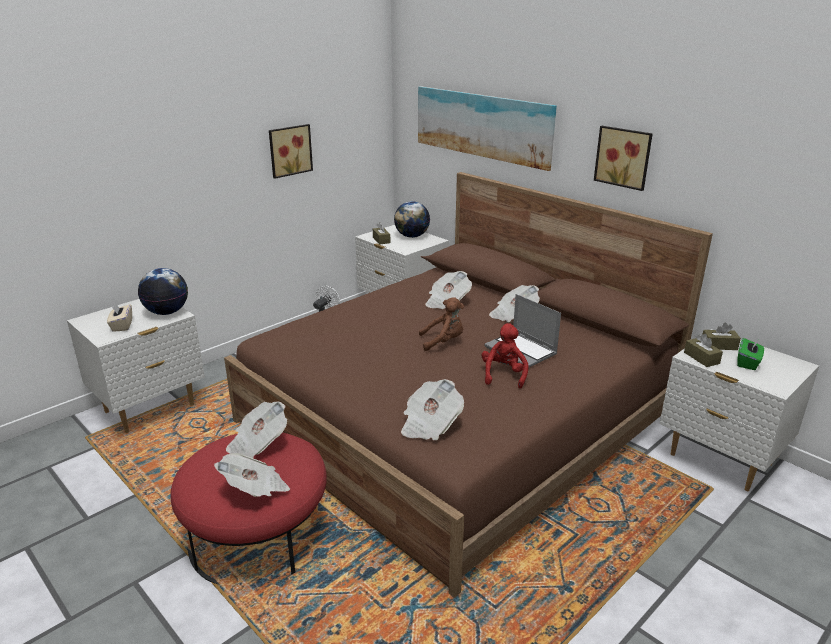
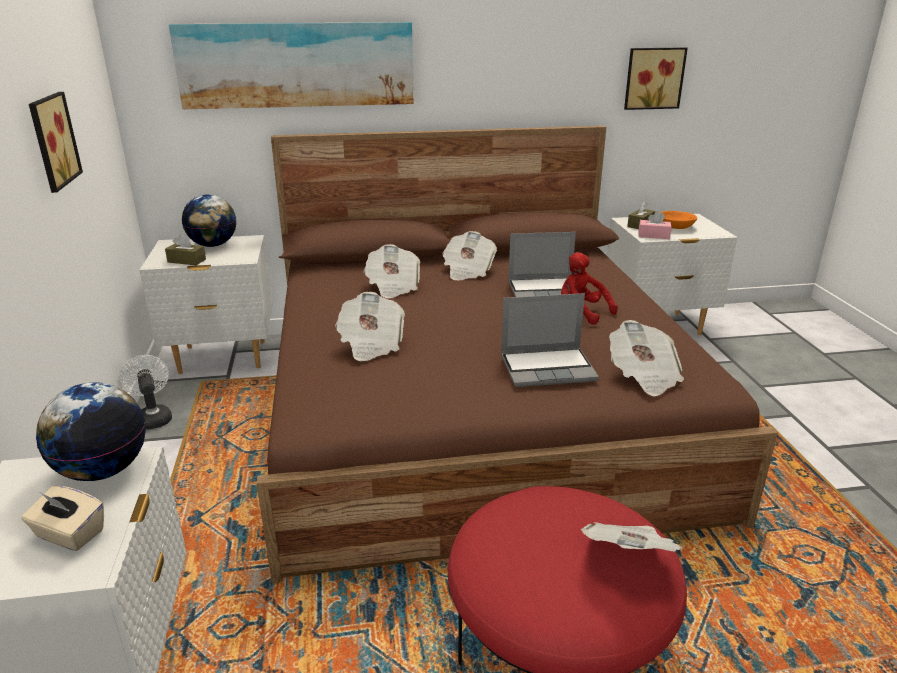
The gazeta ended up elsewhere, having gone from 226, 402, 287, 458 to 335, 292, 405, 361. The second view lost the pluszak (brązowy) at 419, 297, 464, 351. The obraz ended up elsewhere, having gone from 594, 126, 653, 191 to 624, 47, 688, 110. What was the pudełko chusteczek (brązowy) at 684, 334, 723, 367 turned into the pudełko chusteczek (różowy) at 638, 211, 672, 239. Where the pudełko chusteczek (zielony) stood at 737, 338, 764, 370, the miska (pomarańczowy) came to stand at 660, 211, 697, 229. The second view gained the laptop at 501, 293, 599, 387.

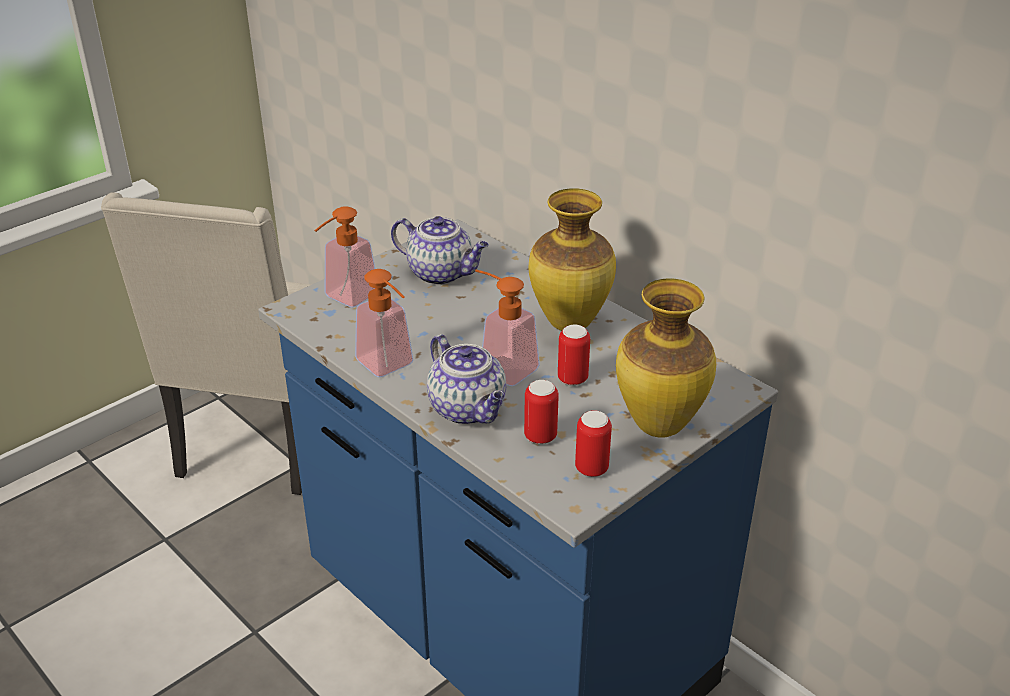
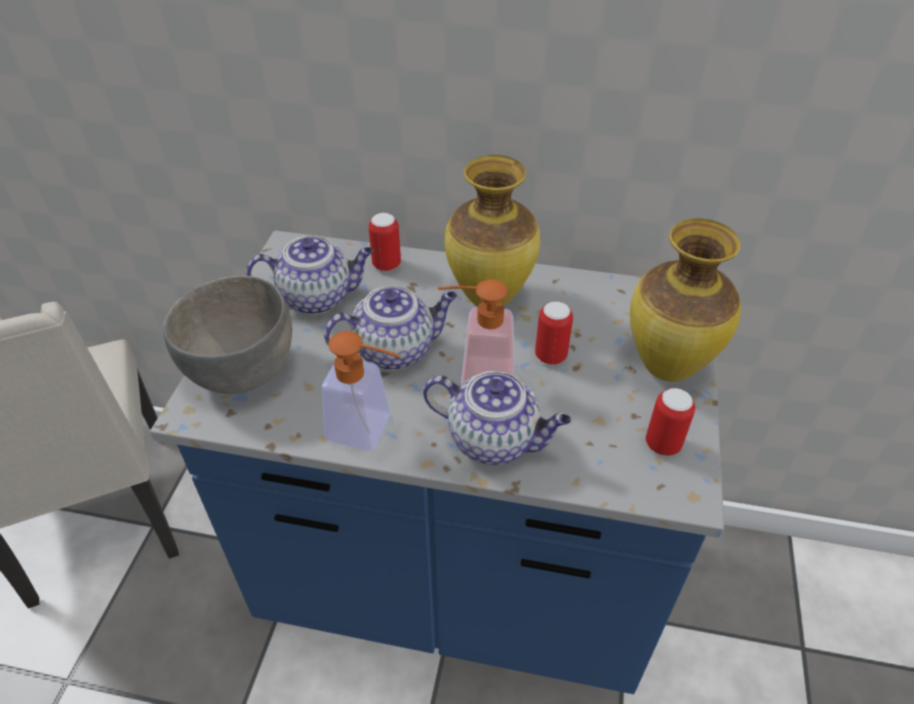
Where the dozownik mydła stood at 314, 206, 375, 307, the miska (szary) came to stand at 163, 275, 292, 394. The puszka ended up elsewhere, having gone from 524, 380, 559, 444 to 368, 213, 401, 271. The second view gained the imbryk at 324, 286, 457, 370.

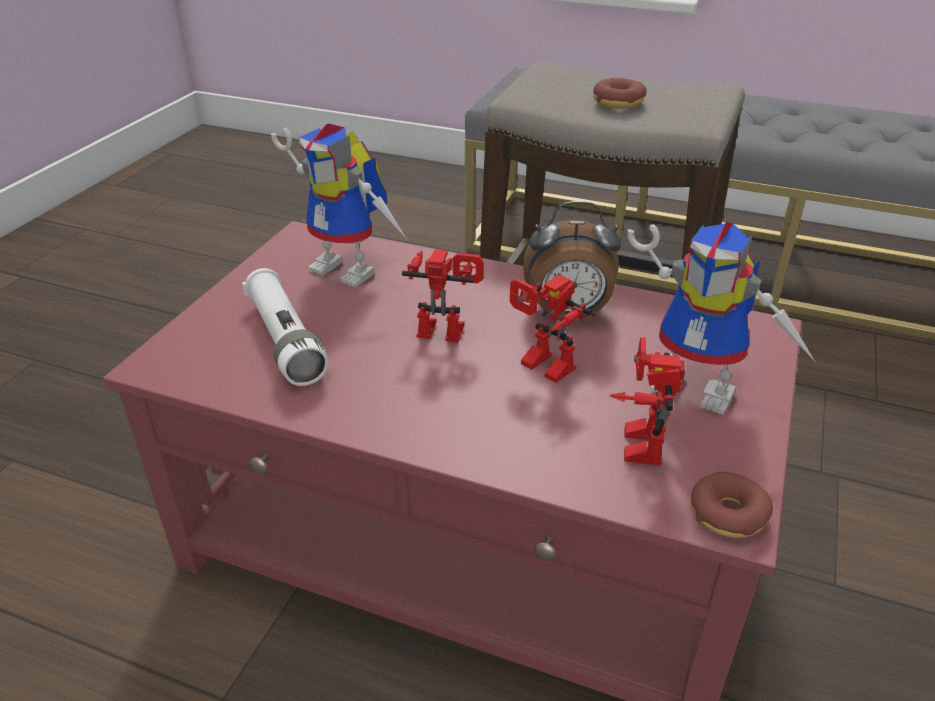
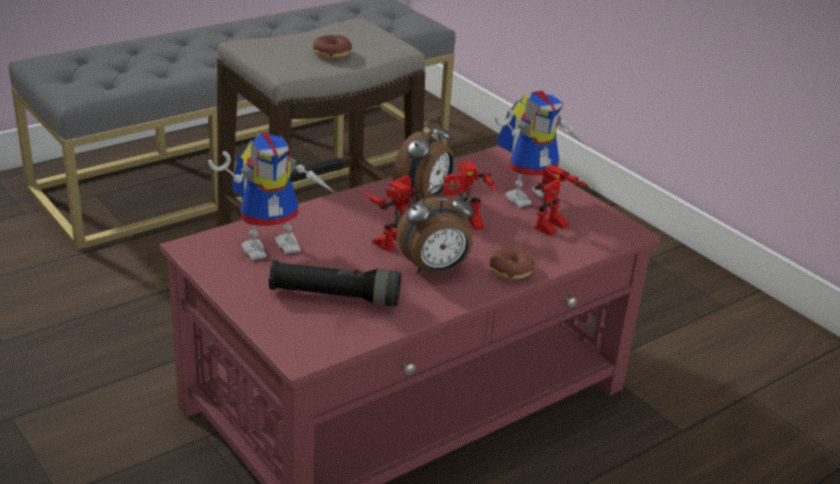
What was the latarka (biały) at 242, 268, 328, 386 turned into the latarka (czarny) at 269, 260, 401, 306. The robot zabawkowy at 609, 337, 685, 465 ended up facing another way, 90 degrees counterclockwise from before. The donut ended up elsewhere, having gone from 691, 472, 773, 538 to 490, 248, 535, 279. The second view gained the budzik at 396, 184, 475, 275.

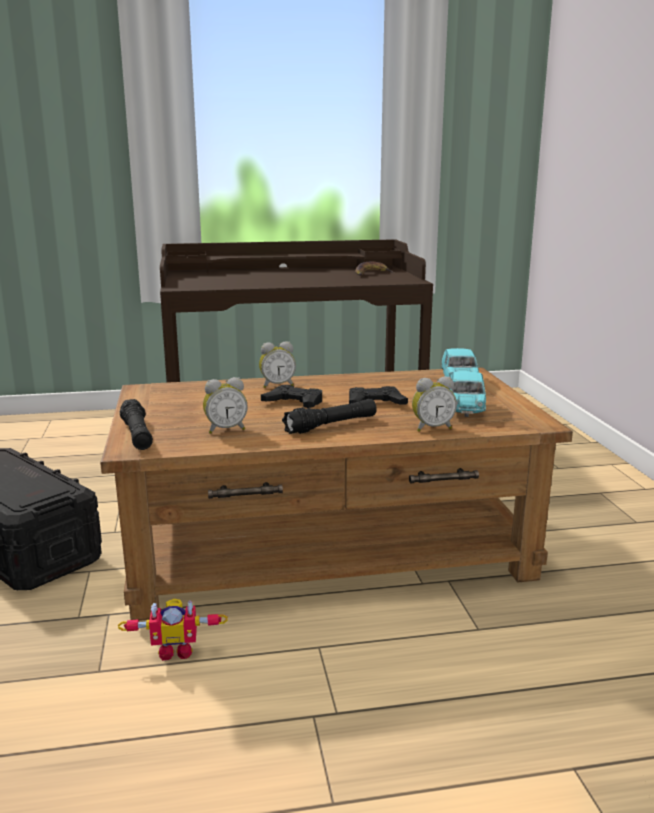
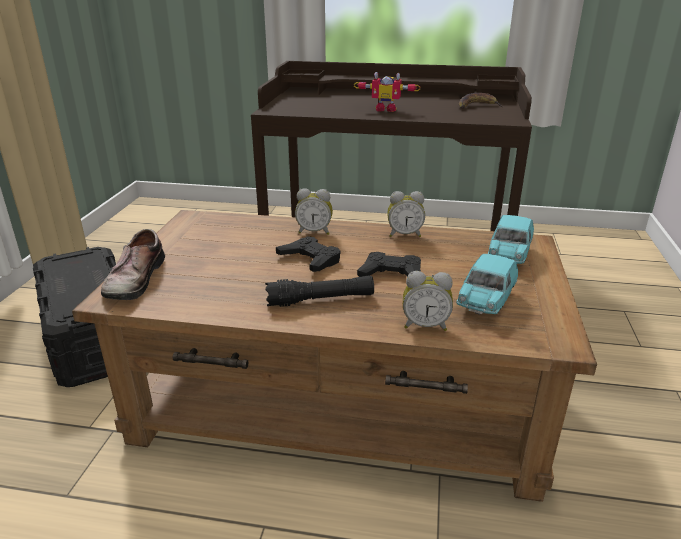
The robot zabawkowy ended up elsewhere, having gone from 118, 599, 228, 661 to 354, 72, 420, 112. Where the latarka (czarny) stood at 120, 399, 153, 450, the but came to stand at 101, 229, 165, 300. The budzik ended up elsewhere, having gone from 203, 377, 248, 434 to 387, 191, 425, 237.

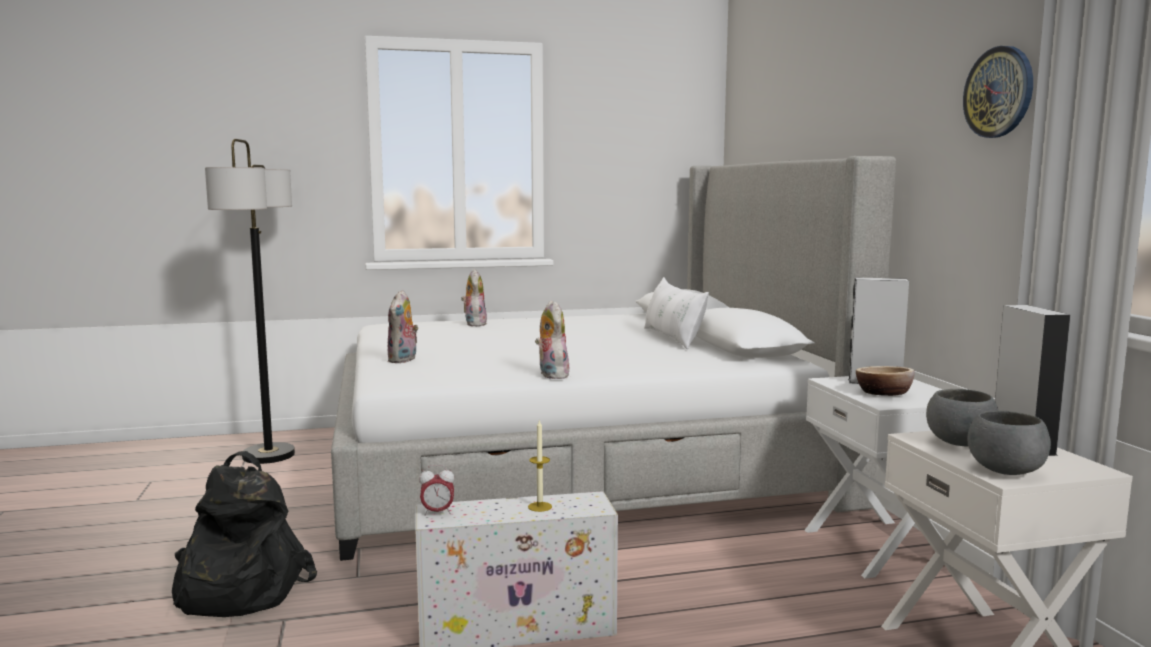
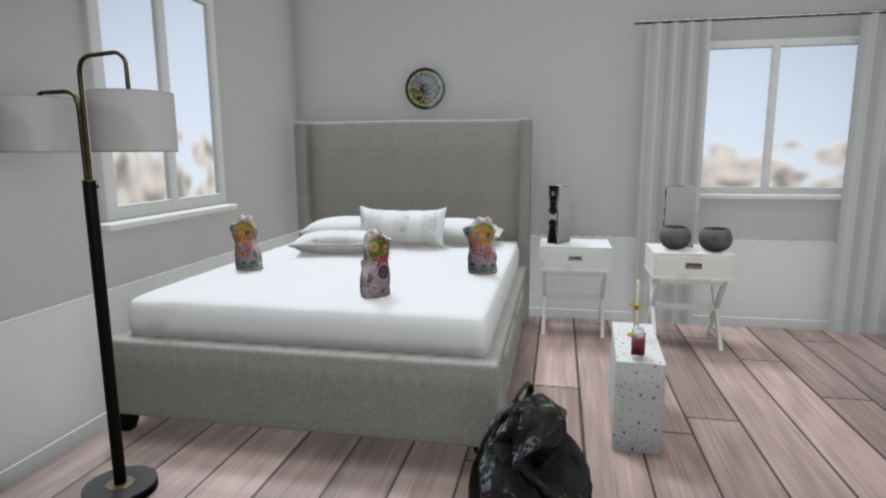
The pluszak at 387, 290, 419, 363 ended up facing another way, 90 degrees counterclockwise from before. The second view lost the miska at 856, 366, 915, 396. The zegar ścienny ended up elsewhere, having gone from 963, 46, 1033, 138 to 405, 68, 445, 109. The second view gained the poduszka (biały) at 287, 230, 391, 255.

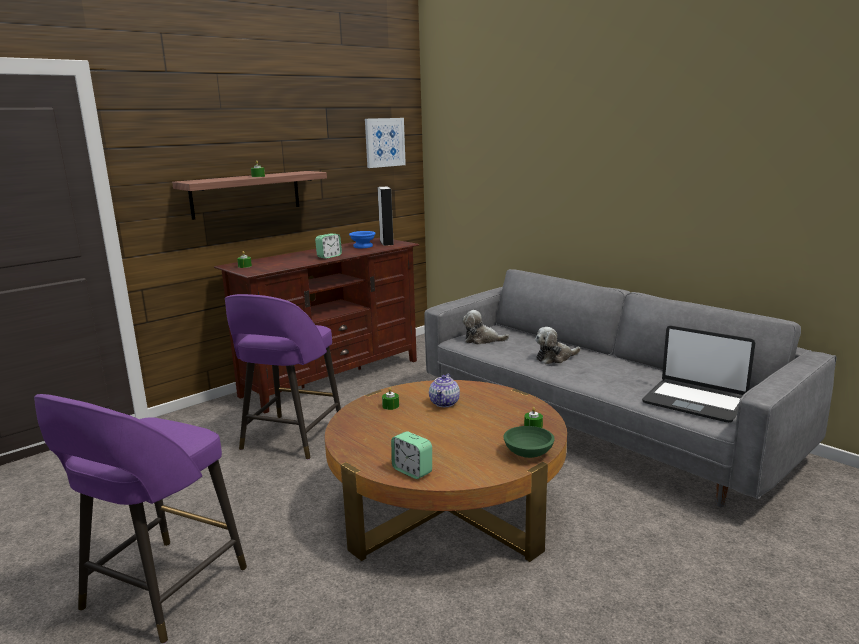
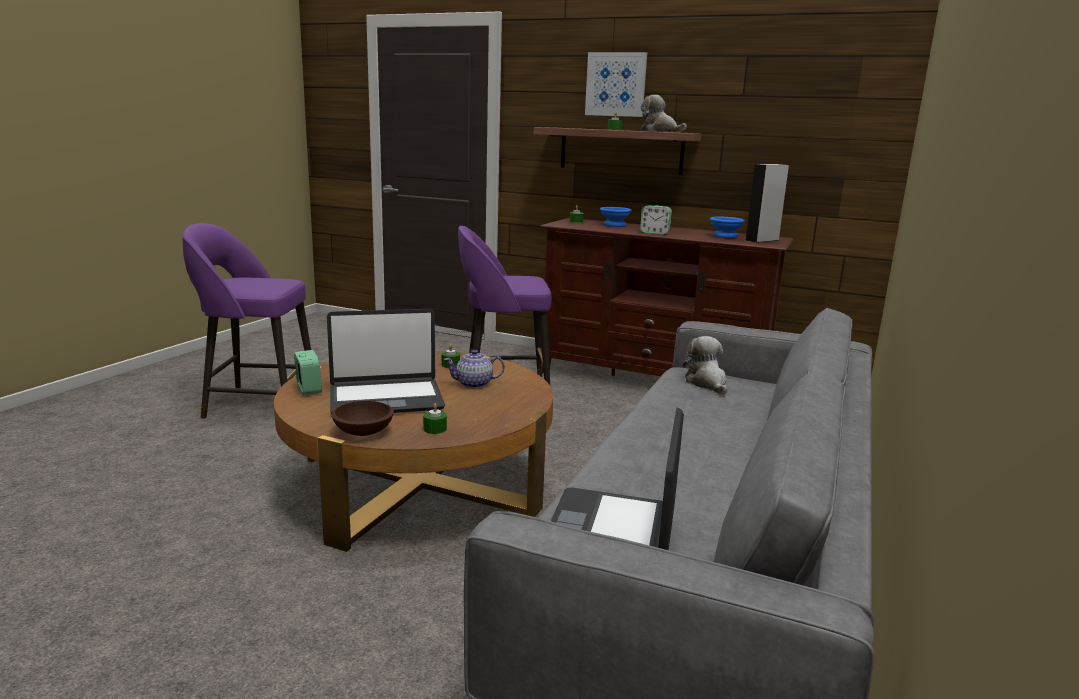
The obraz ended up elsewhere, having gone from 365, 118, 406, 168 to 585, 52, 647, 117. The budzik at 391, 431, 432, 479 ended up facing another way, 135 degrees clockwise from before. What was the miska (zielony) at 503, 426, 555, 458 turned into the miska (brązowy) at 331, 401, 394, 436. The pluszak ended up elsewhere, having gone from 535, 327, 581, 364 to 640, 95, 687, 132. The second view gained the laptop at 327, 309, 445, 414. The second view gained the miska (niebieski) at 600, 207, 632, 227.

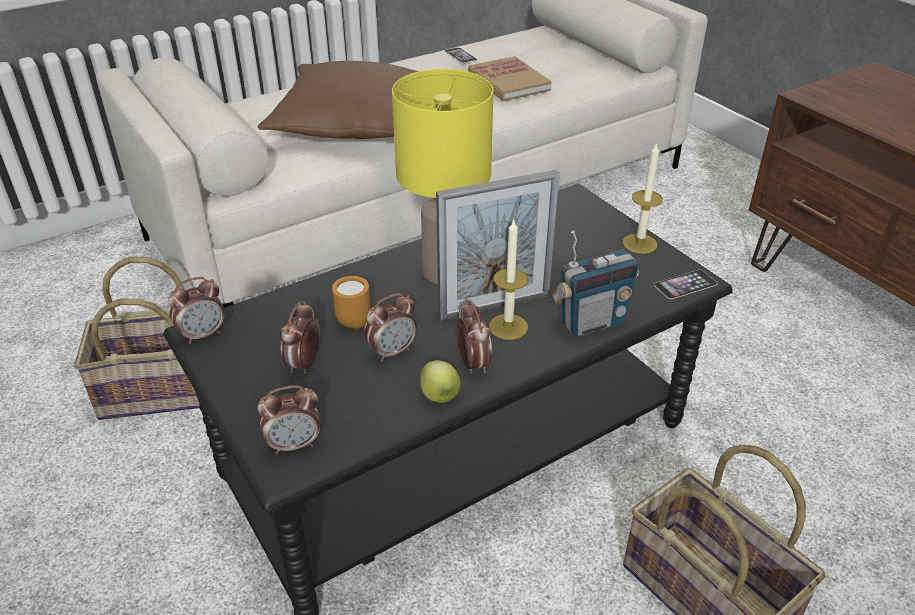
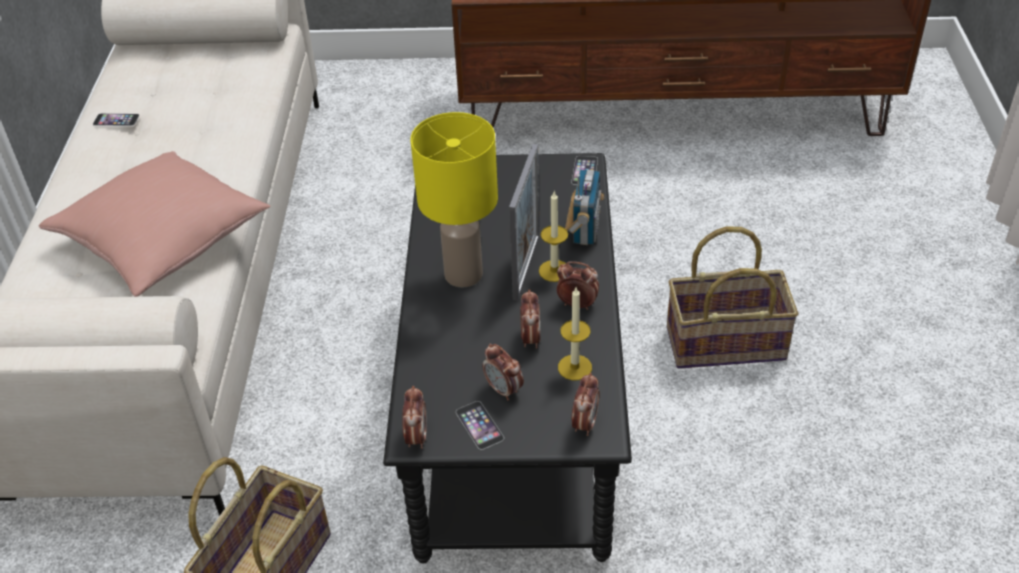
What was the poduszka (brązowy) at 257, 61, 419, 139 turned into the poduszka (różowy) at 39, 151, 271, 297. The second view lost the kubek (pomarańczowy) at 332, 276, 371, 329. The second view lost the jabłko at 420, 360, 461, 403. The second view lost the książka at 468, 56, 552, 101. The świeca ended up elsewhere, having gone from 623, 142, 663, 254 to 558, 287, 592, 380. The second view gained the telefon at 456, 401, 504, 450.

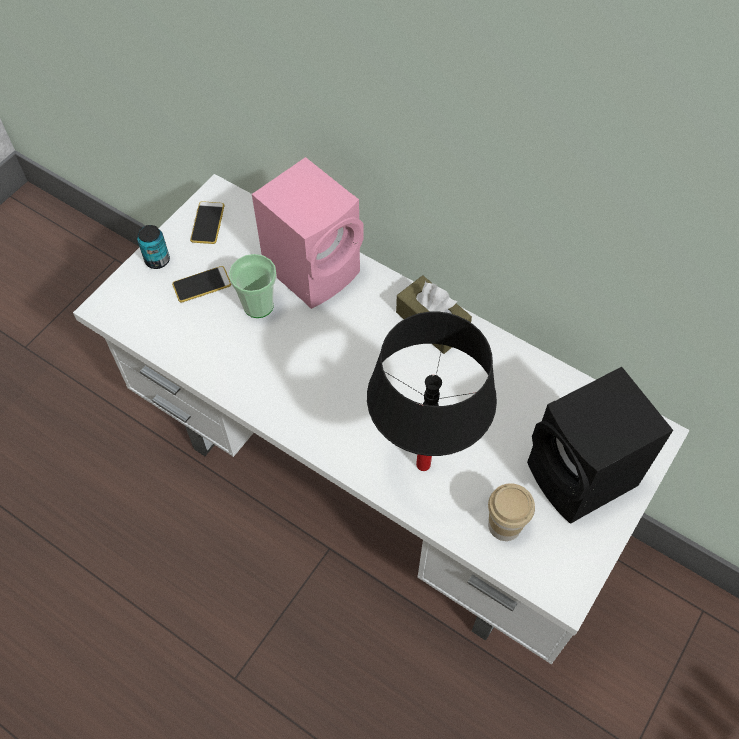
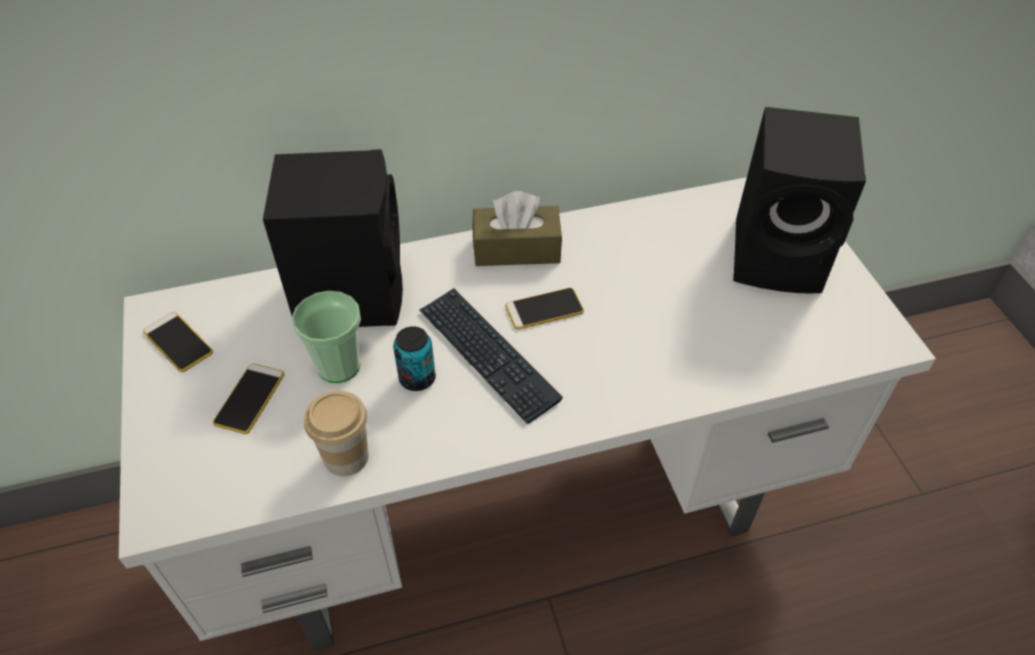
The puszka ended up elsewhere, having gone from 137, 225, 170, 269 to 393, 326, 436, 391. What was the głośnik (różowy) at 252, 157, 364, 309 turned into the głośnik (czarny) at 263, 149, 403, 327. The second view lost the lampa stołowa (czarny) at 367, 312, 497, 471. The filiżanka ended up elsewhere, having gone from 488, 483, 535, 541 to 304, 391, 369, 476. The second view gained the klawiatura at 420, 288, 563, 424. The second view gained the telefon at 505, 288, 584, 330.

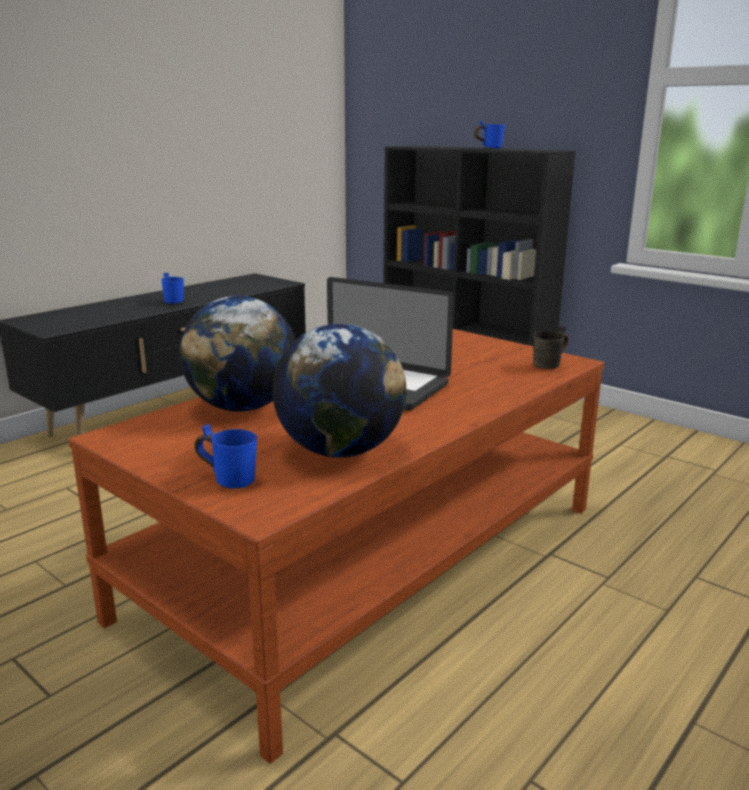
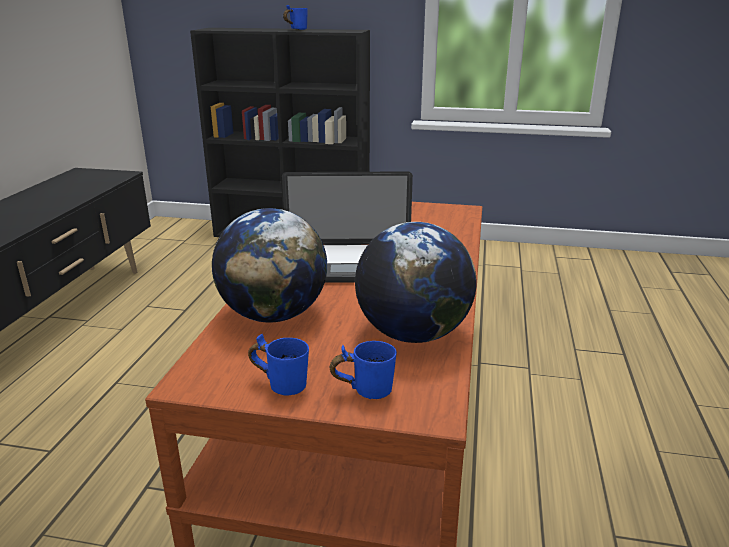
The kubek (niebieski) ended up elsewhere, having gone from 162, 273, 184, 304 to 248, 334, 309, 395. The second view lost the kubek (szary) at 533, 326, 568, 369.

